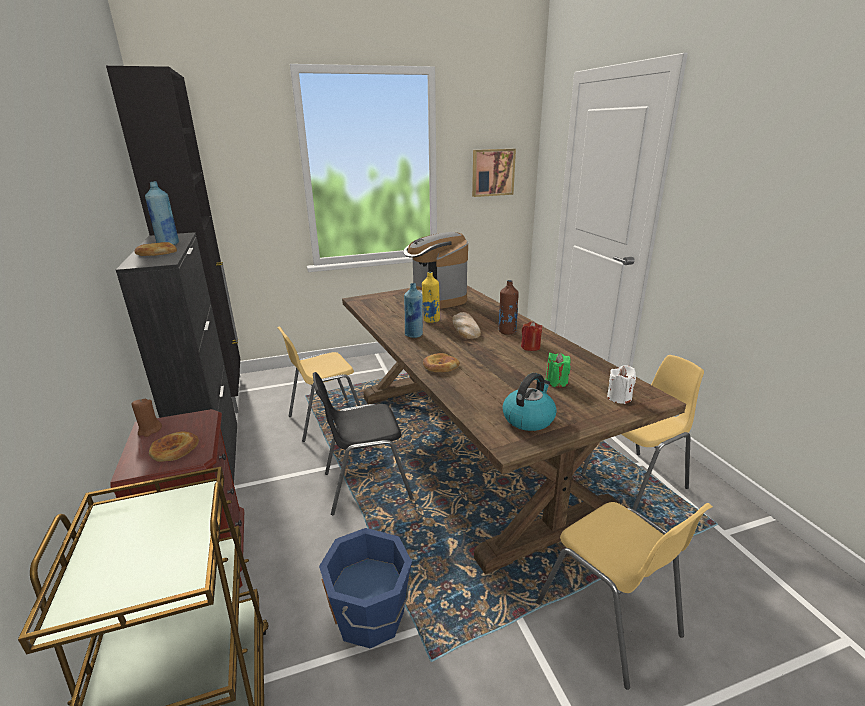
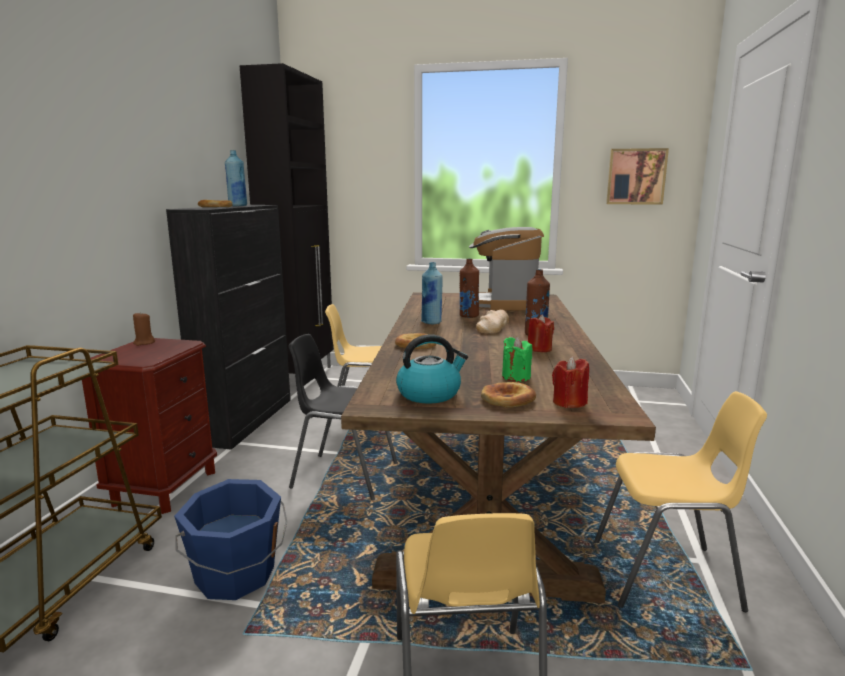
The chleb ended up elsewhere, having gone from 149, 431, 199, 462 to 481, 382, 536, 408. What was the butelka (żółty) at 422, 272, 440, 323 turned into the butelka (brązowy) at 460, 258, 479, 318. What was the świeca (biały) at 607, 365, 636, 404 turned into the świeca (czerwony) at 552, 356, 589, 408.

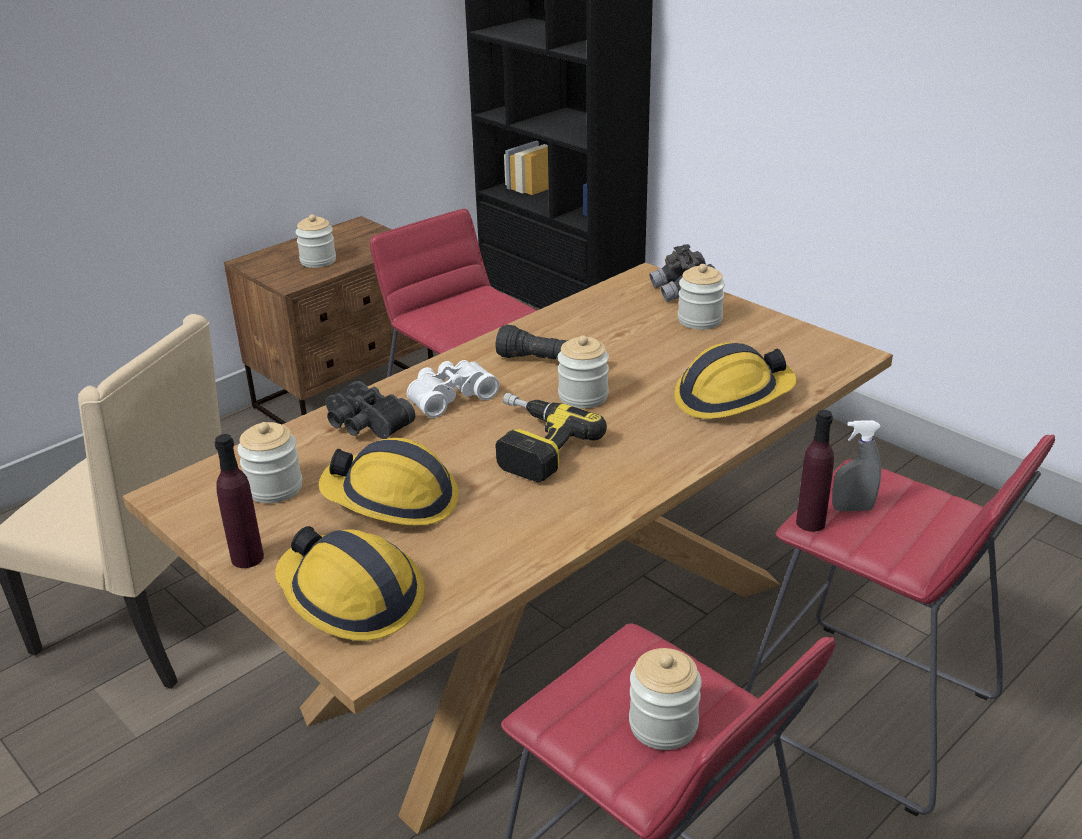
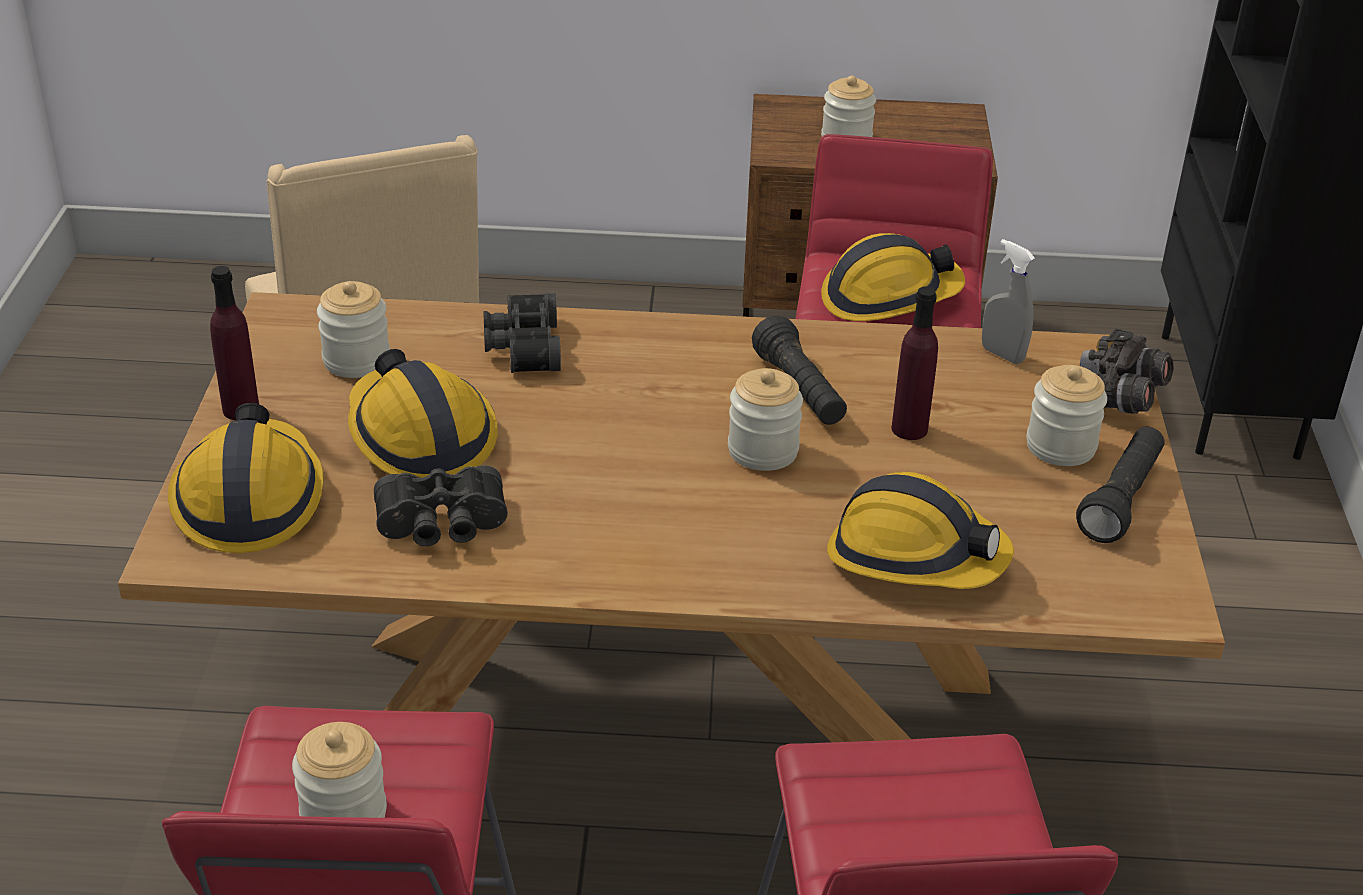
The second view lost the lornetka (biały) at 407, 360, 499, 418. The second view lost the wiertarka at 495, 393, 607, 482. The butelka (fioletowy) ended up elsewhere, having gone from 796, 410, 834, 532 to 891, 287, 938, 440. The spryskiwacz (szary) ended up elsewhere, having gone from 832, 420, 881, 511 to 982, 239, 1035, 364. The second view gained the lornetka (czarny) at 374, 465, 508, 547. The second view gained the kask at 821, 233, 965, 321. The second view gained the latarka (czarny) at 1076, 426, 1165, 543.

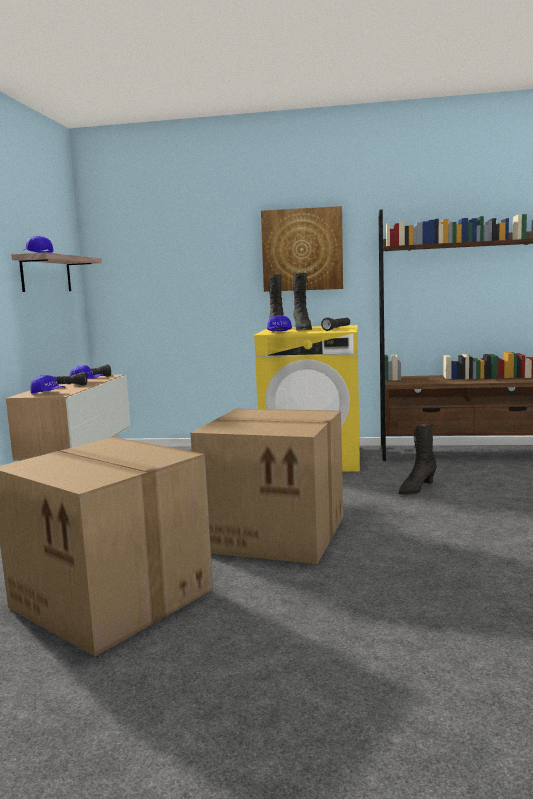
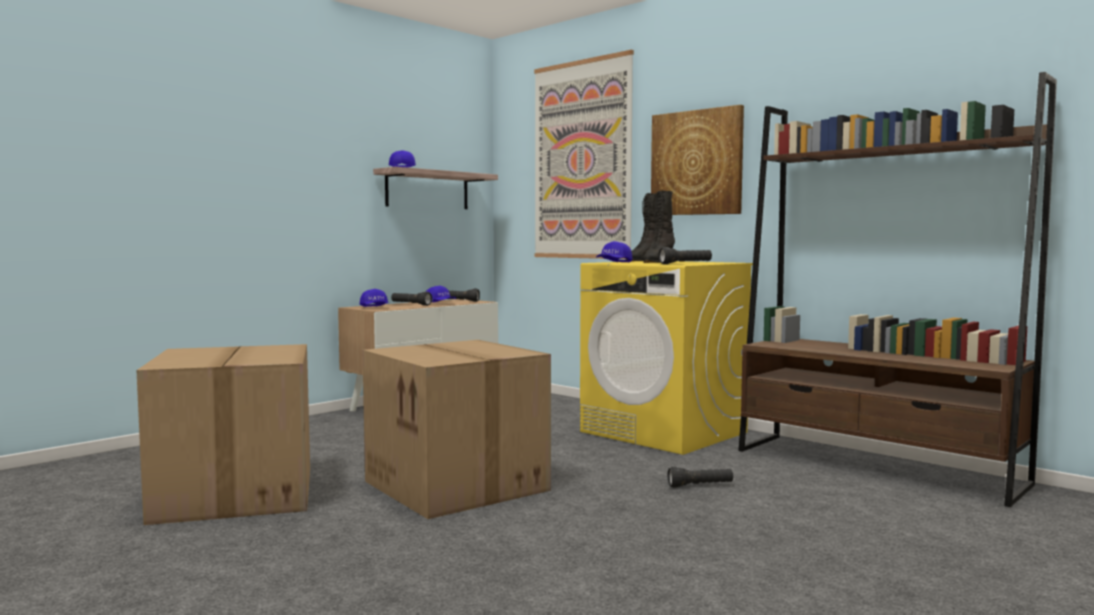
Where the but z cholewką (czarny) stood at 398, 423, 437, 495, the latarka (czarny) came to stand at 668, 467, 733, 488. The second view gained the obraz at 534, 50, 634, 259.

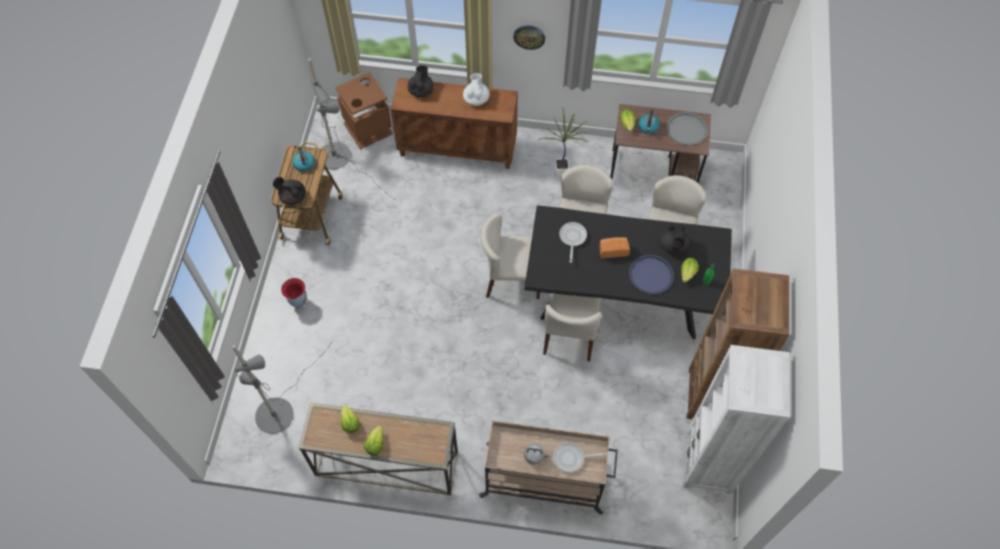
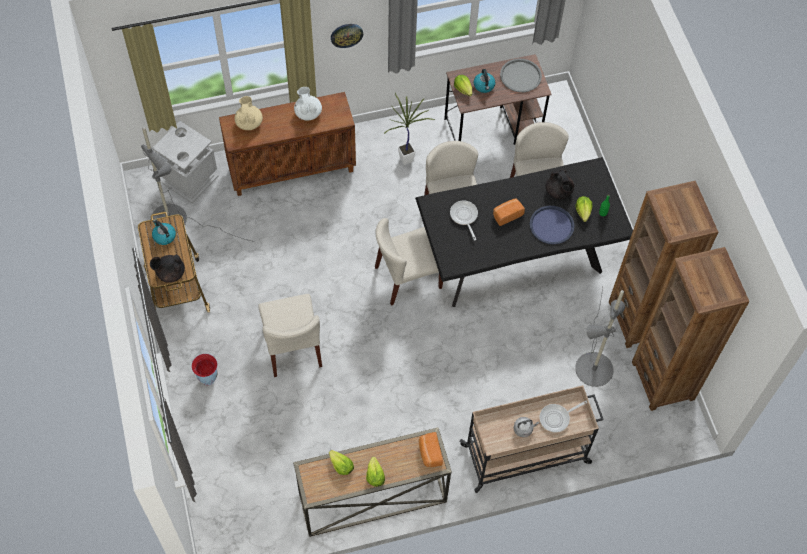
The lampa stojąca (szary) ended up elsewhere, having gone from 232, 341, 333, 434 to 575, 286, 625, 387. What was the kosz na śmieci (brązowy) at 335, 72, 393, 149 turned into the kosz na śmieci (szary) at 152, 121, 218, 203. What was the imbryk (czarny) at 407, 65, 434, 97 turned into the imbryk (beżowy) at 235, 96, 263, 130. The krzesło (beżowy) ended up elsewhere, having gone from 543, 293, 602, 361 to 258, 294, 322, 377. What was the regał (biały) at 683, 345, 790, 494 turned into the regał (brązowy) at 632, 247, 749, 411. The second view gained the chleb at 419, 432, 443, 467.

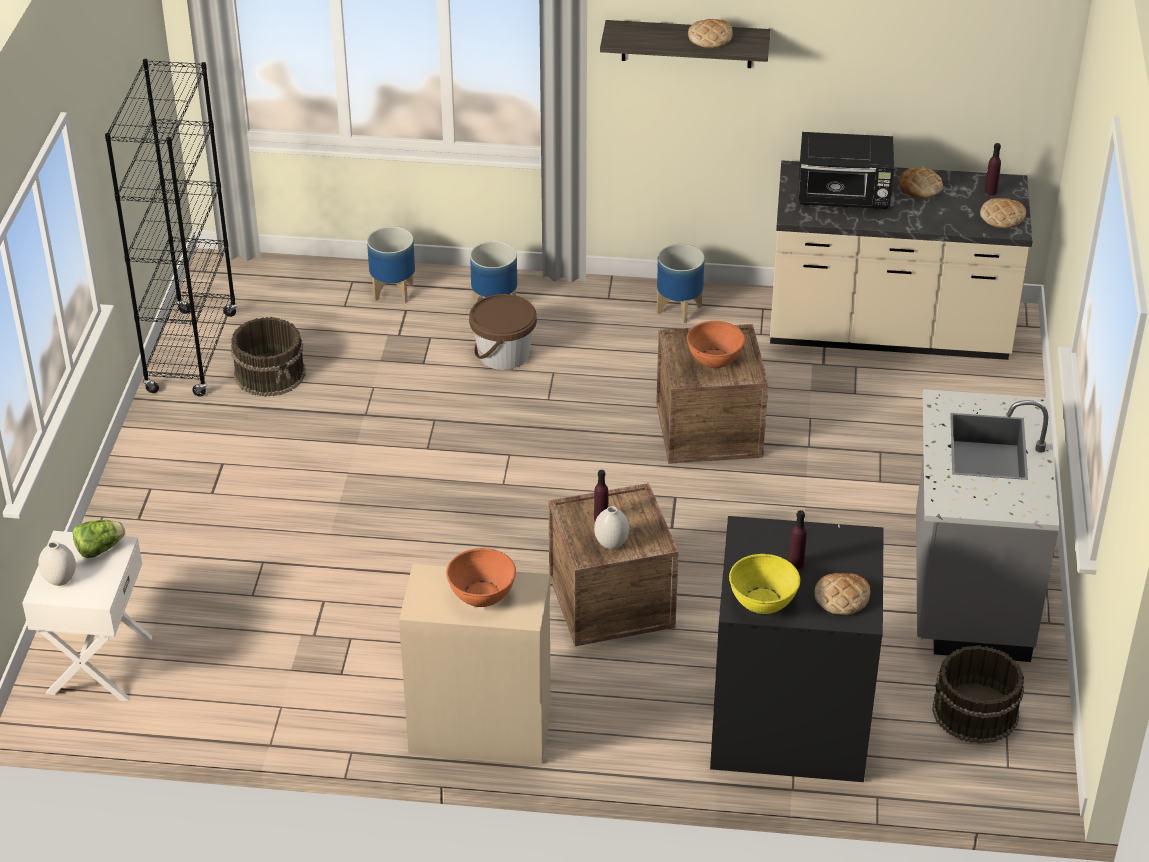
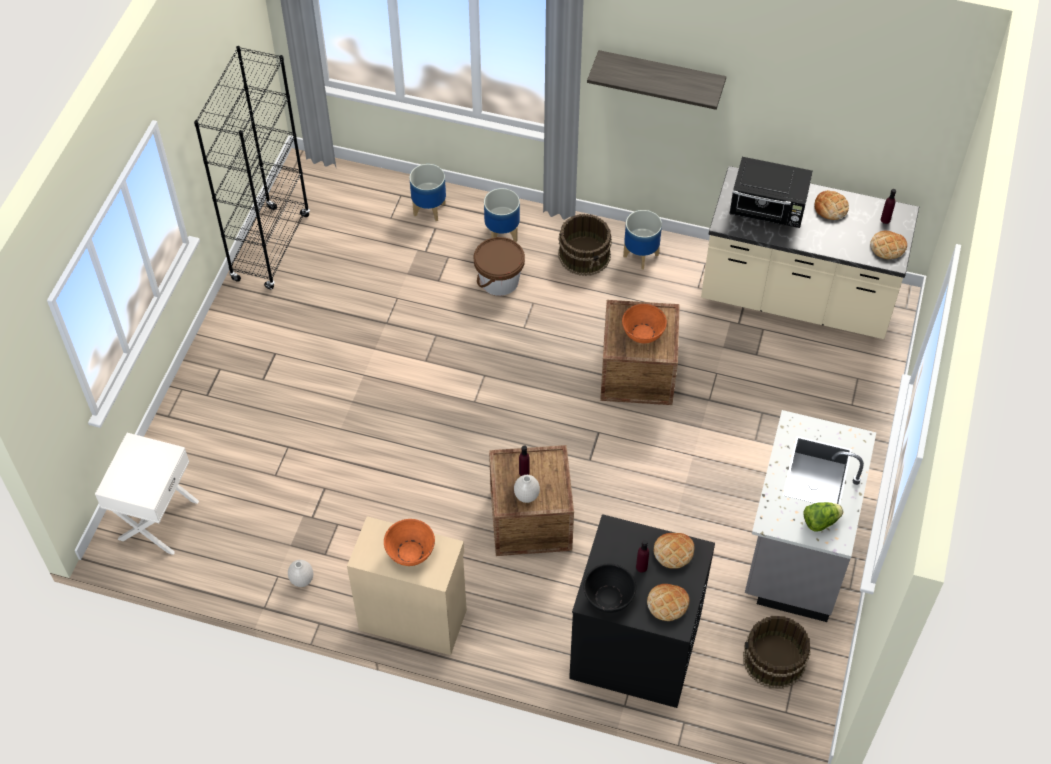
The wazon (biały) ended up elsewhere, having gone from 38, 541, 76, 586 to 288, 560, 313, 587. The sałata ended up elsewhere, having gone from 73, 520, 125, 558 to 803, 502, 843, 531. The wiadro (brązowy) ended up elsewhere, having gone from 231, 317, 306, 397 to 558, 214, 612, 276. The chleb ended up elsewhere, having gone from 688, 19, 733, 48 to 654, 533, 694, 569. What was the miska (żółty) at 729, 554, 800, 614 turned into the miska (czarny) at 583, 564, 636, 613.

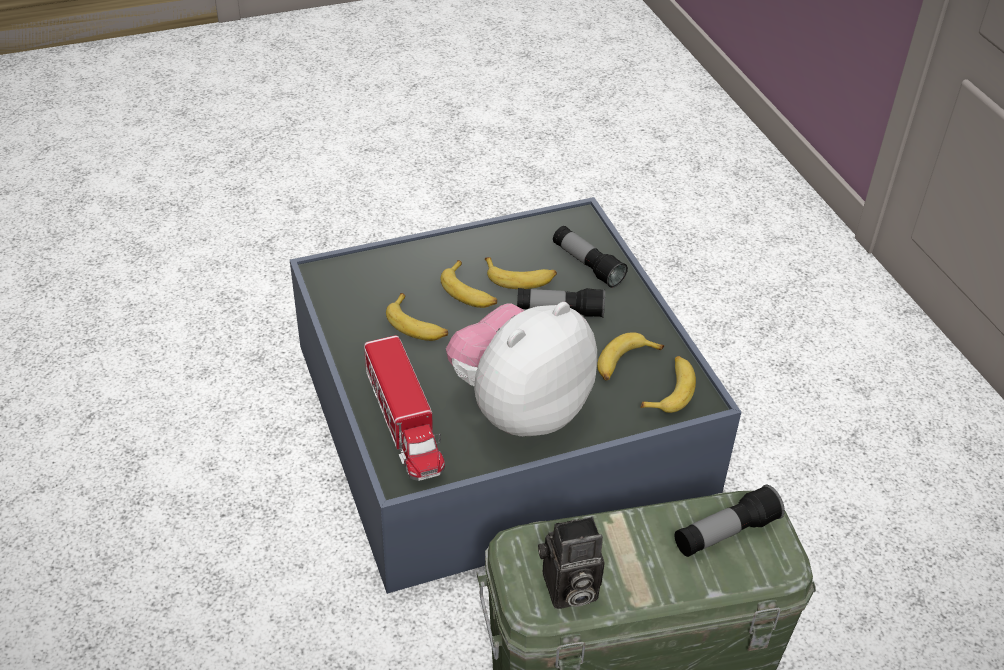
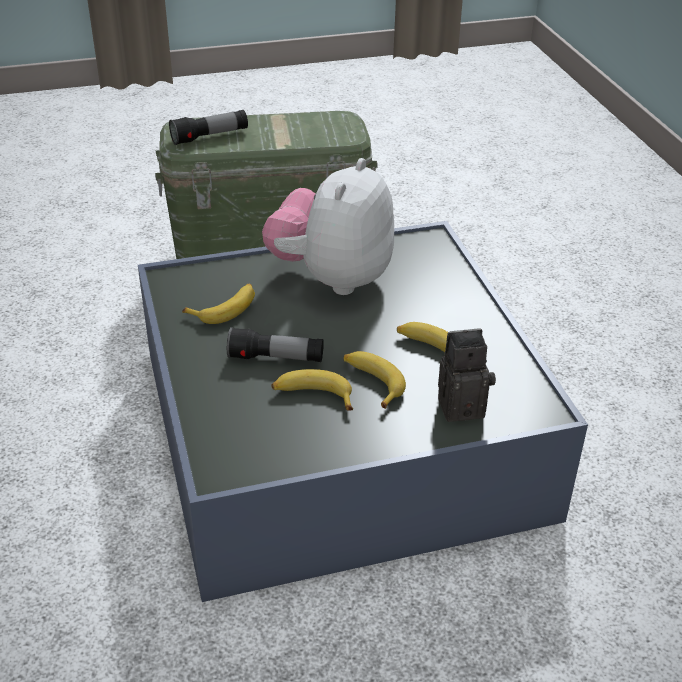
The second view lost the ciężarówka zabawkowa at 364, 335, 445, 481. The pluszak at 446, 302, 597, 436 ended up facing another way, 150 degrees clockwise from before. The aparat fotograficzny ended up elsewhere, having gone from 538, 516, 605, 609 to 438, 329, 496, 422. The second view lost the latarka at 553, 226, 628, 288. The second view lost the banan at 640, 356, 696, 413.

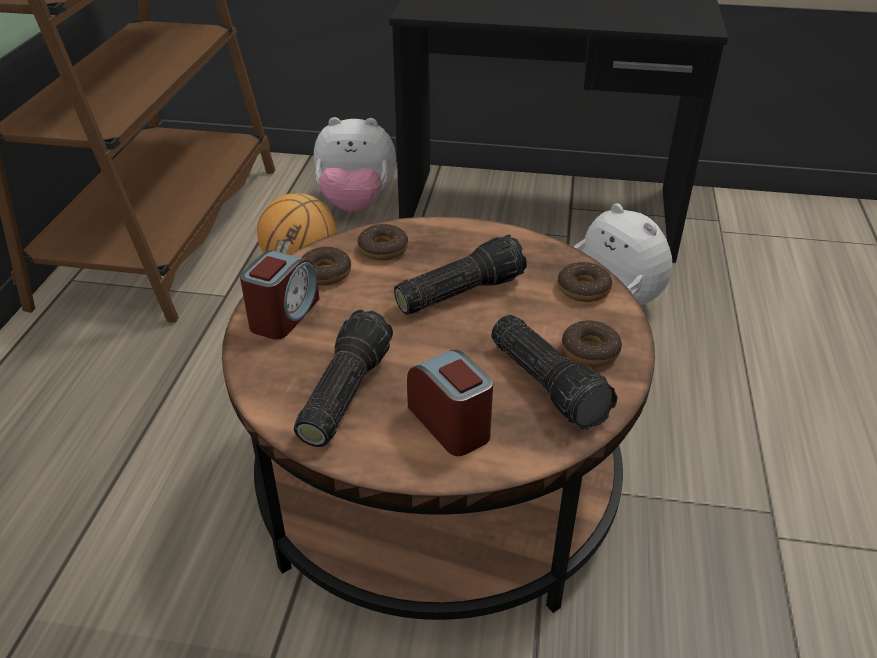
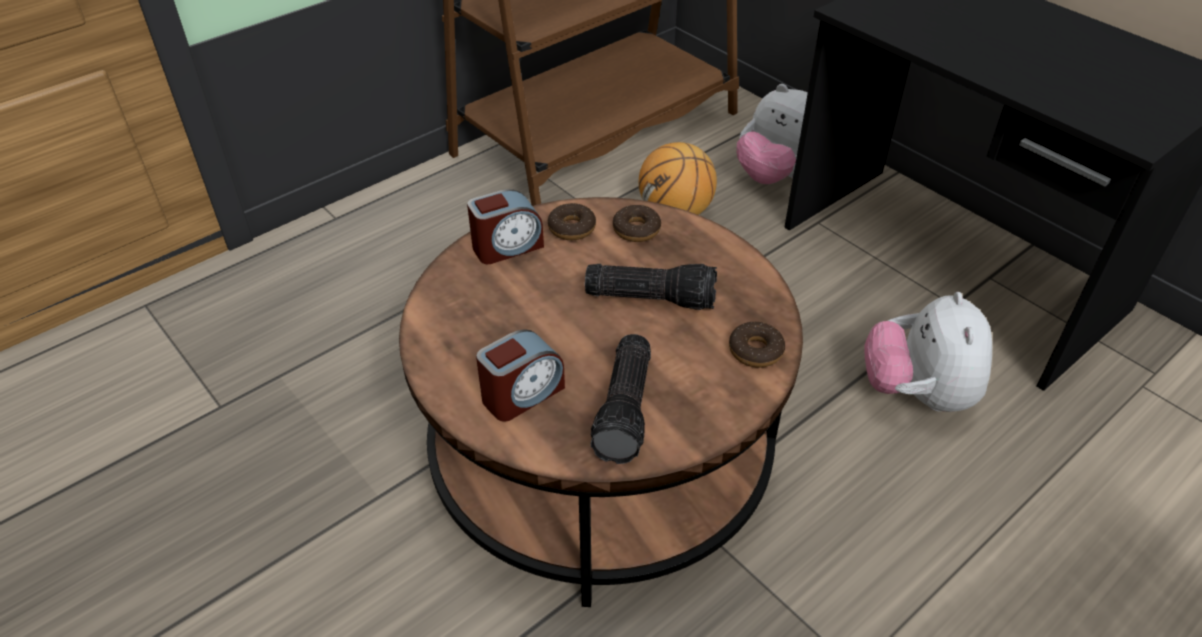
The second view lost the latarka at 294, 309, 393, 447. The budzik at 407, 350, 493, 456 ended up facing another way, 45 degrees clockwise from before. The second view lost the donut at 562, 321, 622, 367.

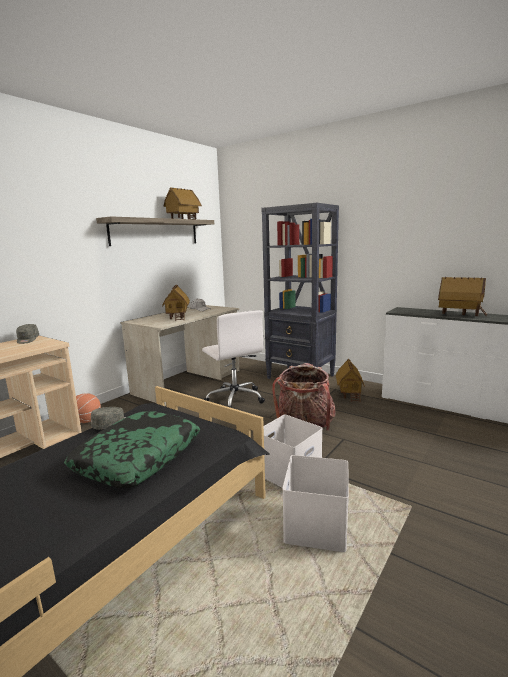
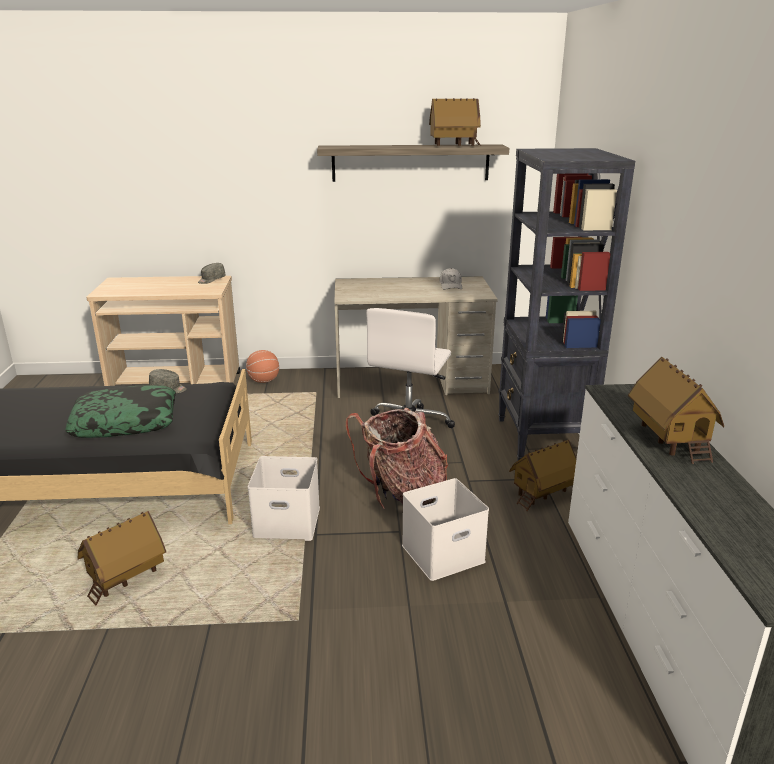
The domek ended up elsewhere, having gone from 162, 285, 190, 321 to 78, 511, 166, 606. The pojemnik do przechowywania (biały) ended up elsewhere, having gone from 282, 455, 349, 552 to 402, 478, 489, 581.

